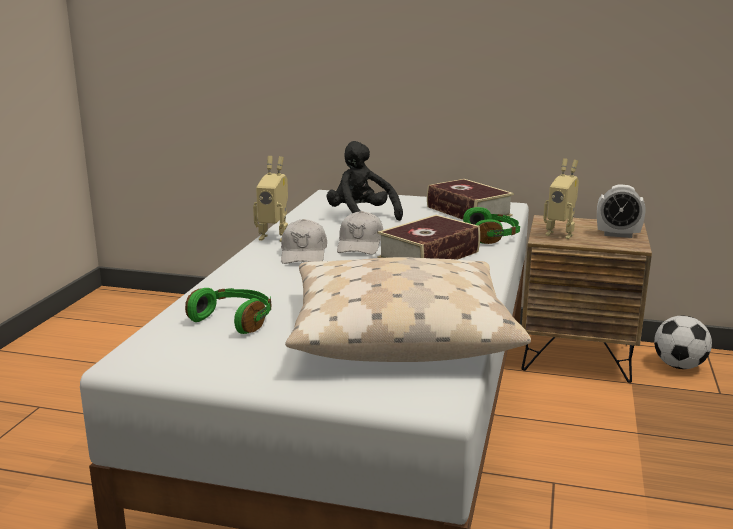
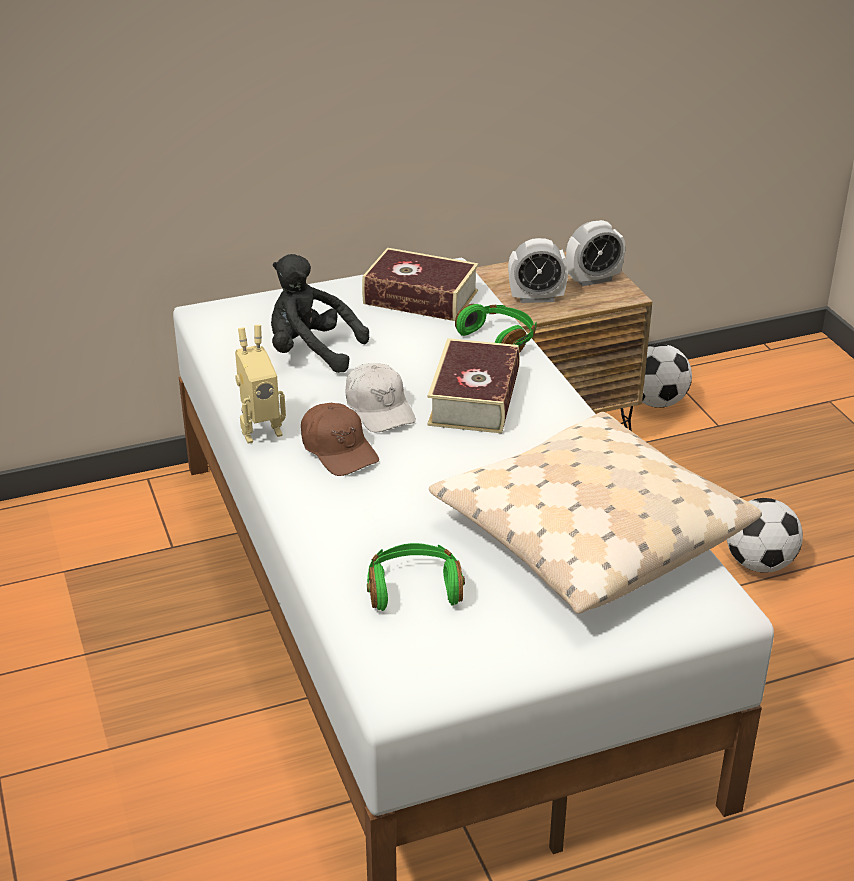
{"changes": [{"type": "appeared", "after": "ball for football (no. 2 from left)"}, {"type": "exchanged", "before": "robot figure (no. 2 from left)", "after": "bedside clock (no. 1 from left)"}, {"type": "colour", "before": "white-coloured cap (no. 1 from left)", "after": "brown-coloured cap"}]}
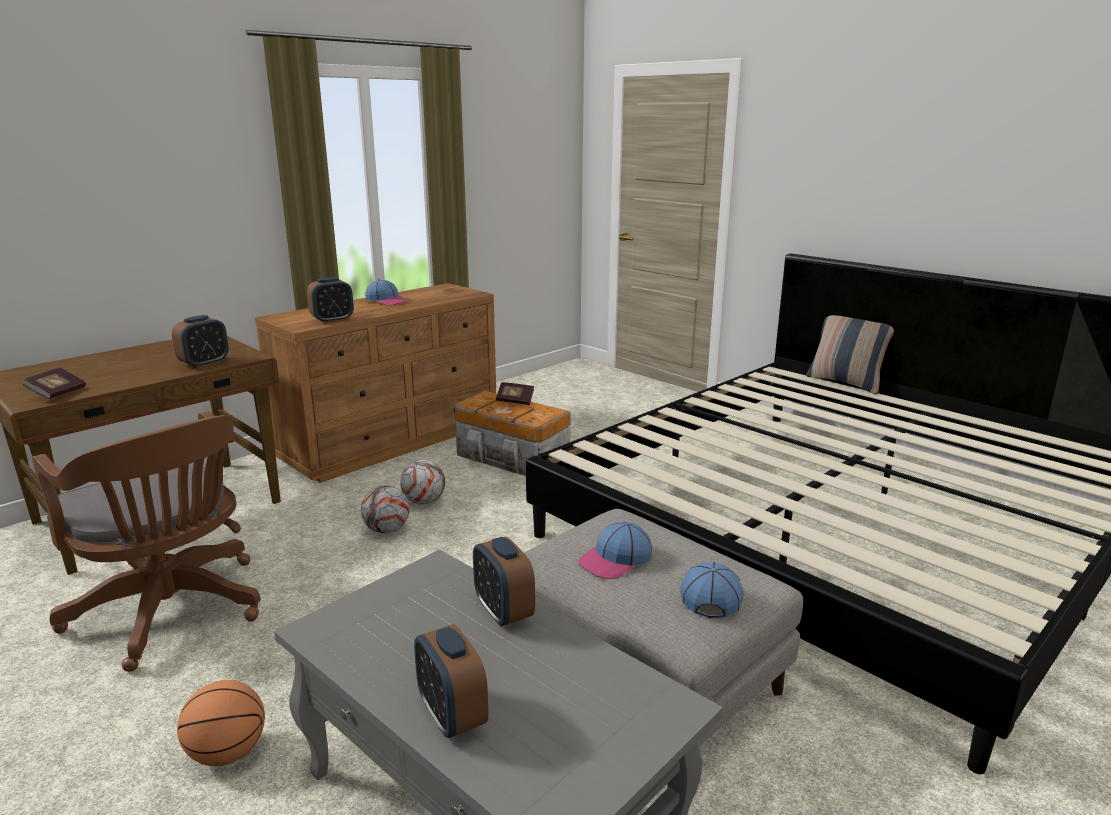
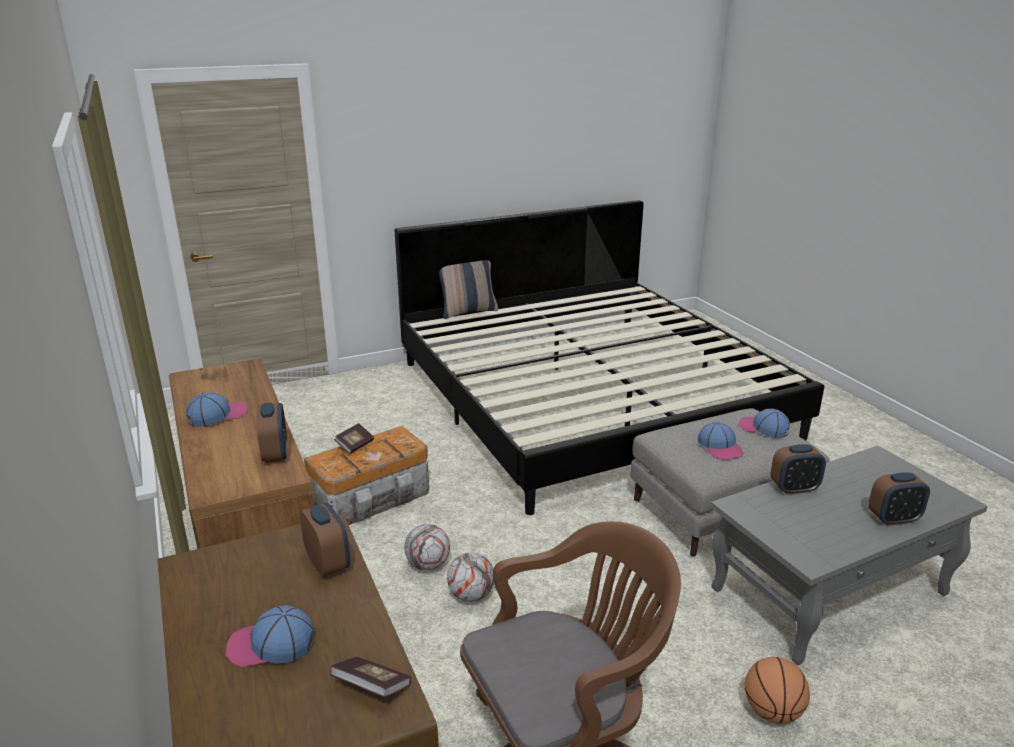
{"changes": [{"type": "appeared", "after": "cap (no. 2 from left)"}]}
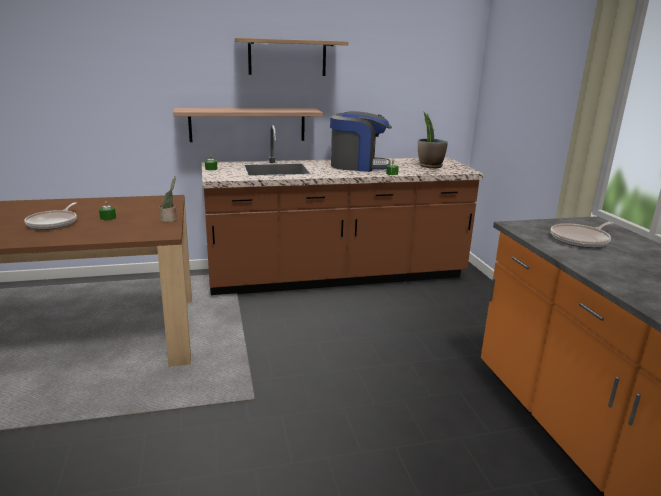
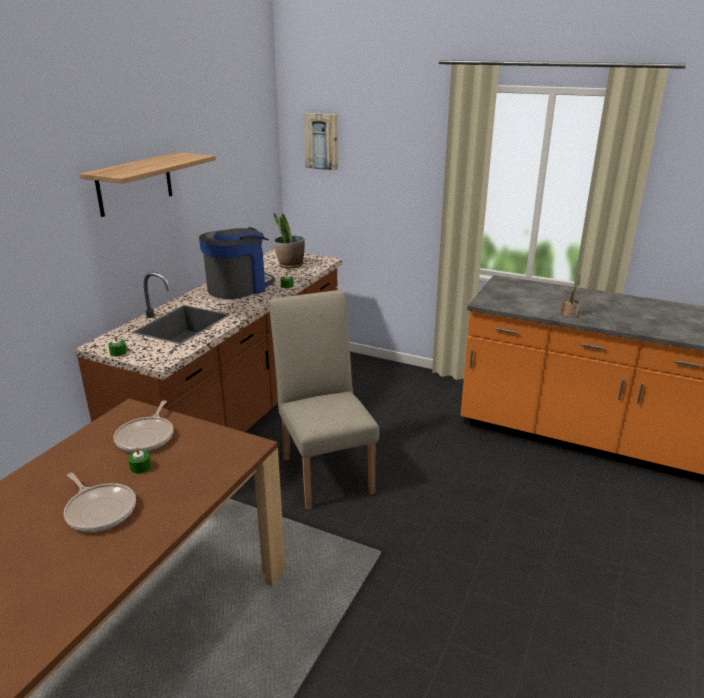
{"changes": [{"type": "missing", "before": "bracket shelf (no. 1 from left)"}, {"type": "appeared", "after": "sand-coloured upright chair"}, {"type": "appeared", "after": "wall art"}, {"type": "relocated", "before": "houseplant (no. 1 from left in the first image)", "after": "houseplant (no. 2 from left)"}, {"type": "relocated", "before": "frying pan (no. 2 from left)"}]}
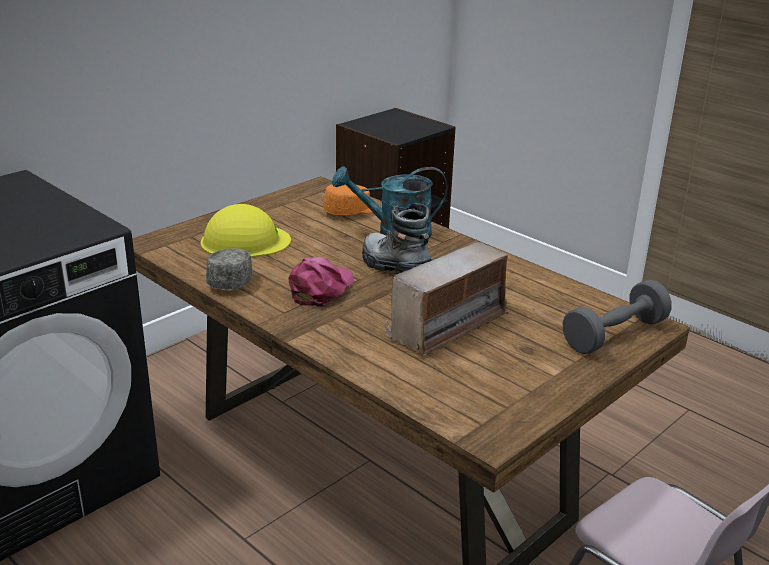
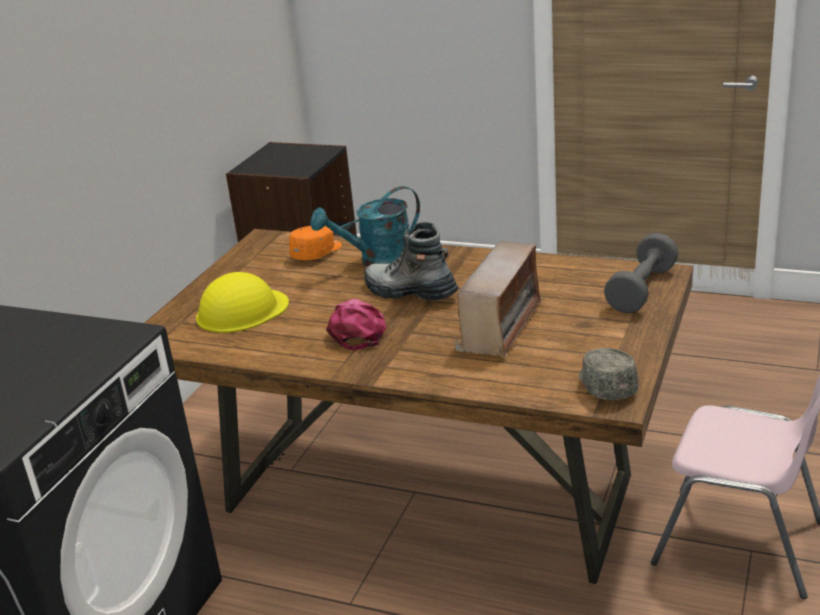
{"changes": [{"type": "relocated", "before": "grey cap"}]}
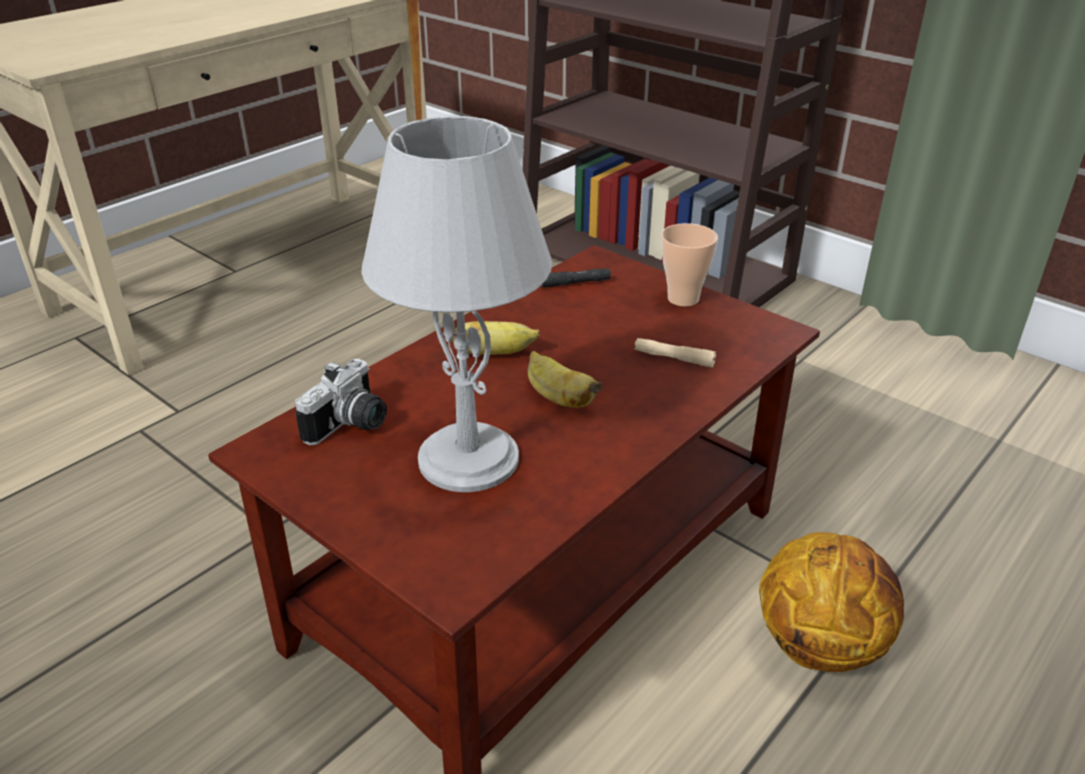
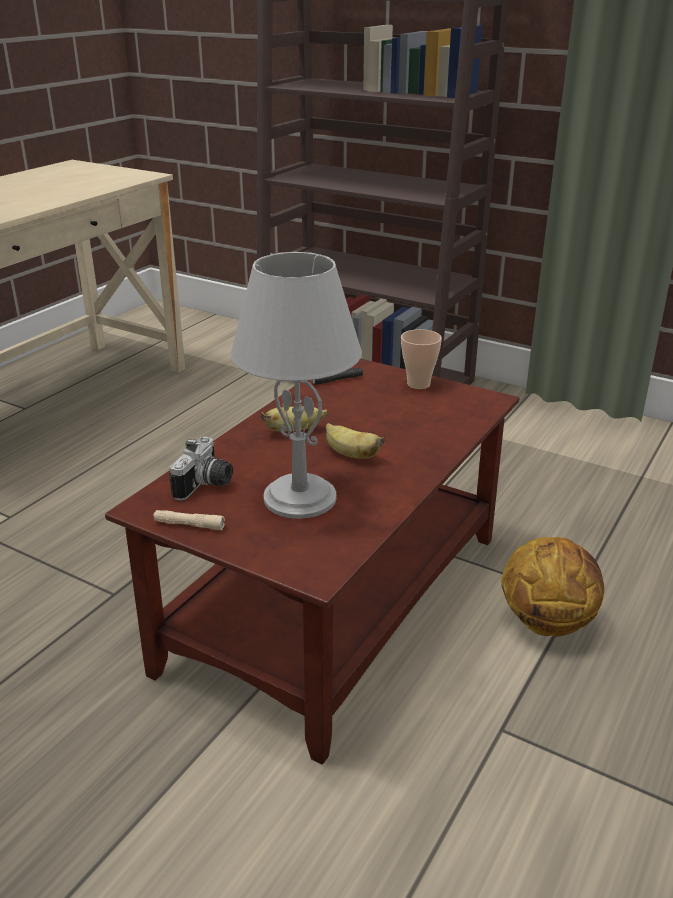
{"changes": [{"type": "relocated", "before": "sand-coloured torch"}]}
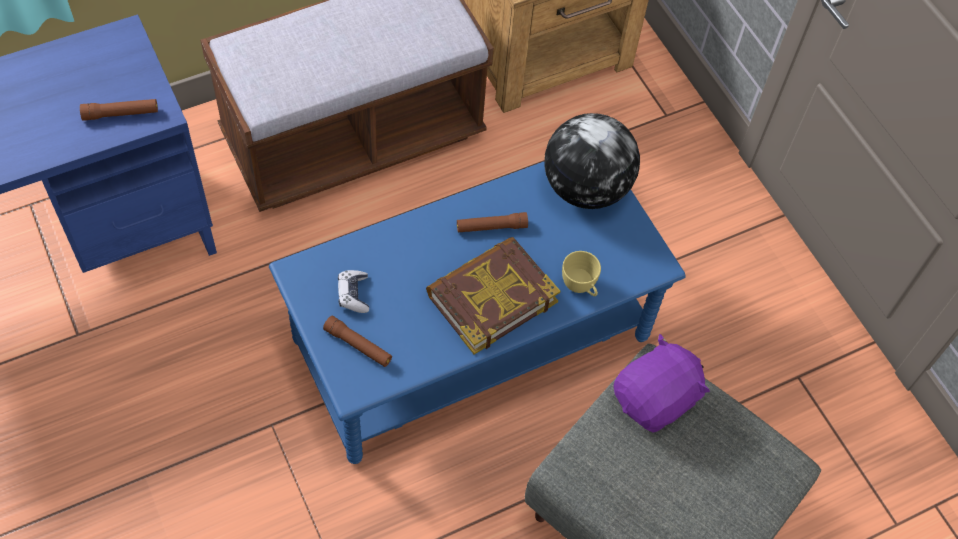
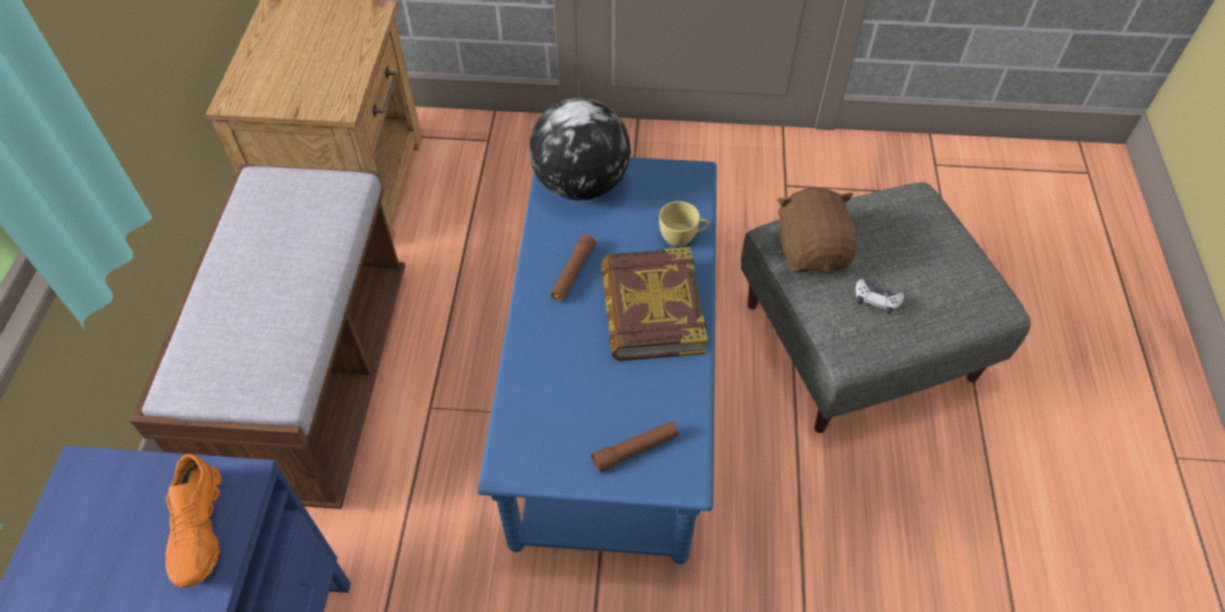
{"changes": [{"type": "relocated", "before": "gamepad"}, {"type": "exchanged", "before": "brown-coloured torch (no. 1 from left)", "after": "orange item of footwear"}, {"type": "colour", "before": "purple-coloured cuddly toy", "after": "brown-coloured cuddly toy"}]}
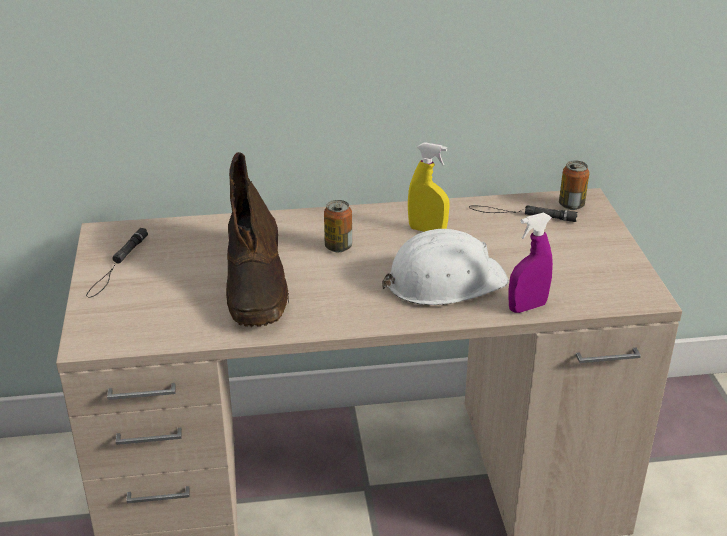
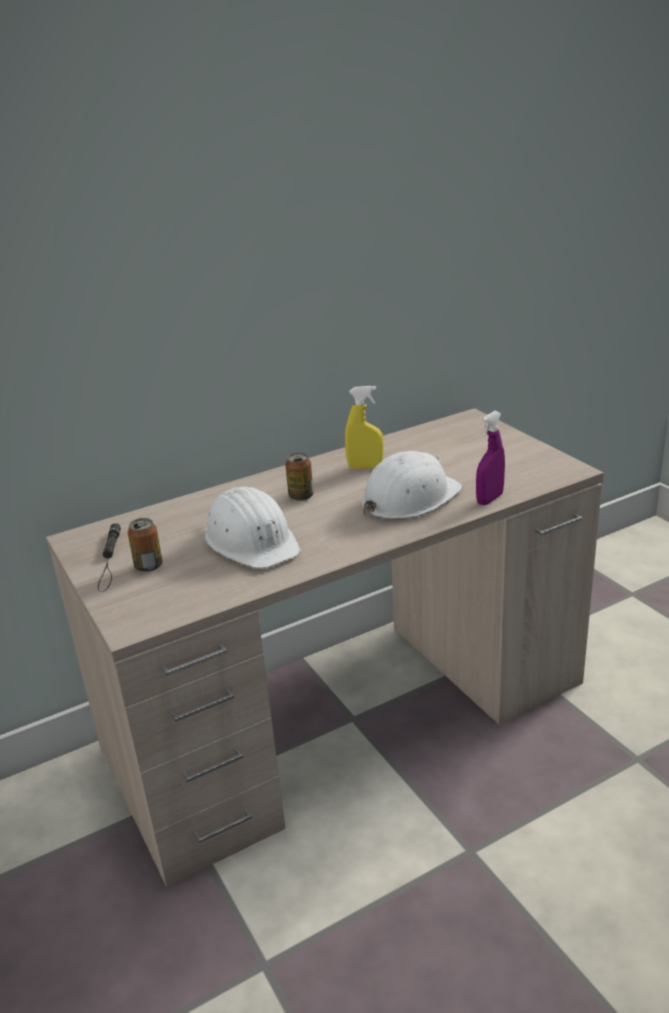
{"changes": [{"type": "missing", "before": "black-coloured torch (no. 2 from left)"}, {"type": "relocated", "before": "sealed can (no. 2 from left in the first image)", "after": "sealed can (no. 1 from left)"}, {"type": "exchanged", "before": "brown-coloured tall boot", "after": "white-coloured safety helmet (no. 1 from left)"}]}
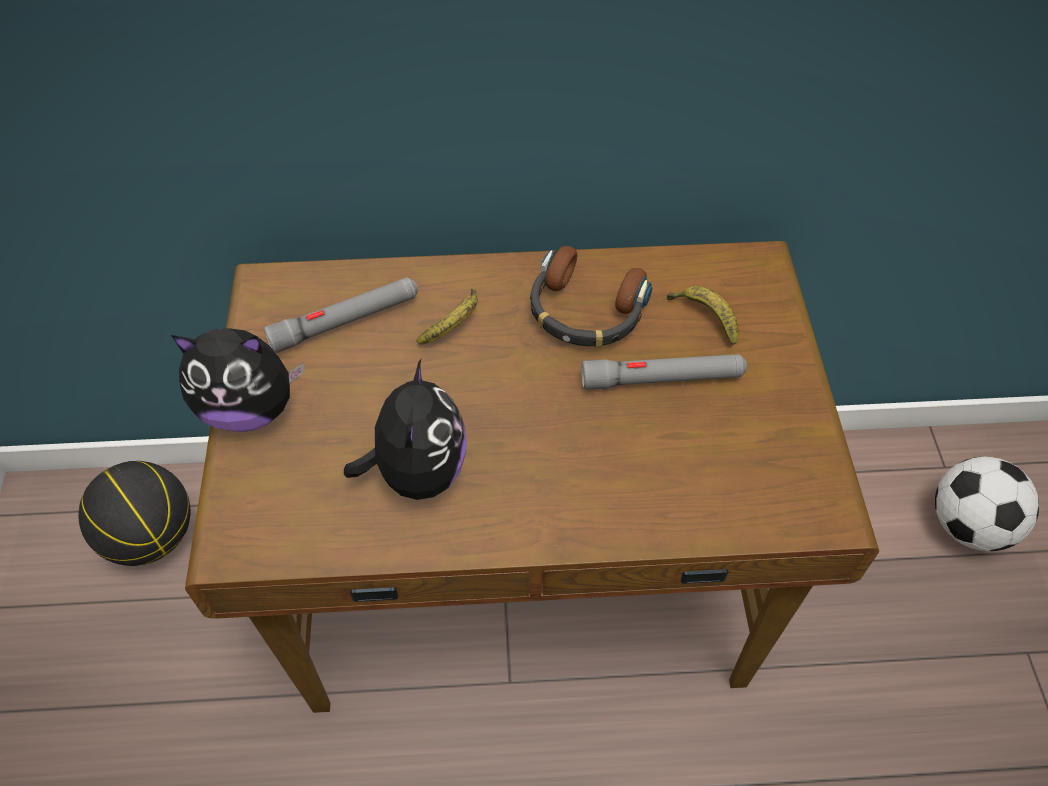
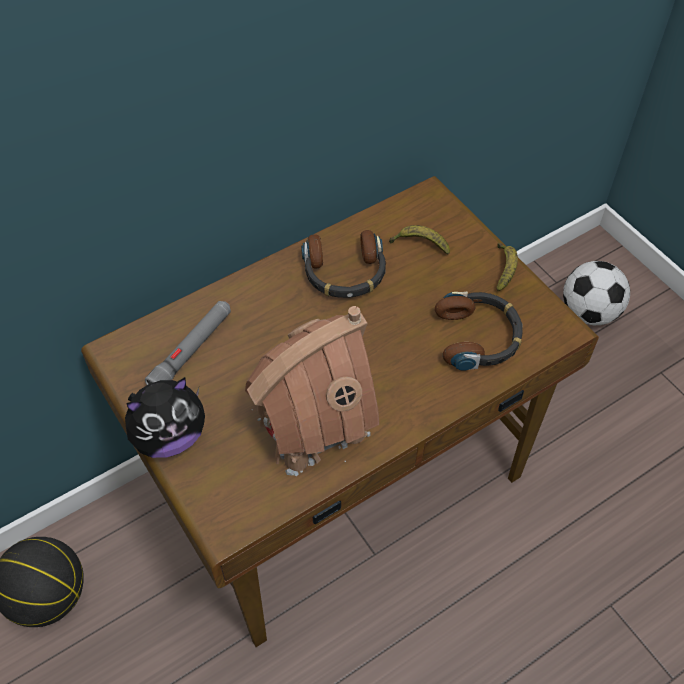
{"changes": [{"type": "missing", "before": "grey torch (no. 2 from left)"}, {"type": "appeared", "after": "pair of headphones (no. 2 from left)"}, {"type": "relocated", "before": "banana fruit (no. 1 from left in the first image)", "after": "banana fruit (no. 2 from left)"}, {"type": "exchanged", "before": "cuddly toy (no. 2 from left)", "after": "miniature house"}]}
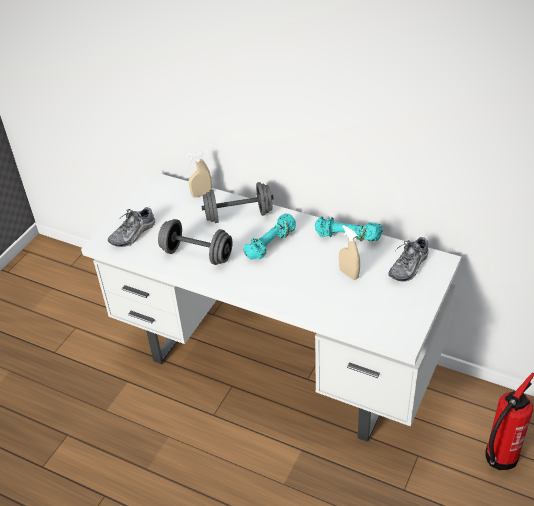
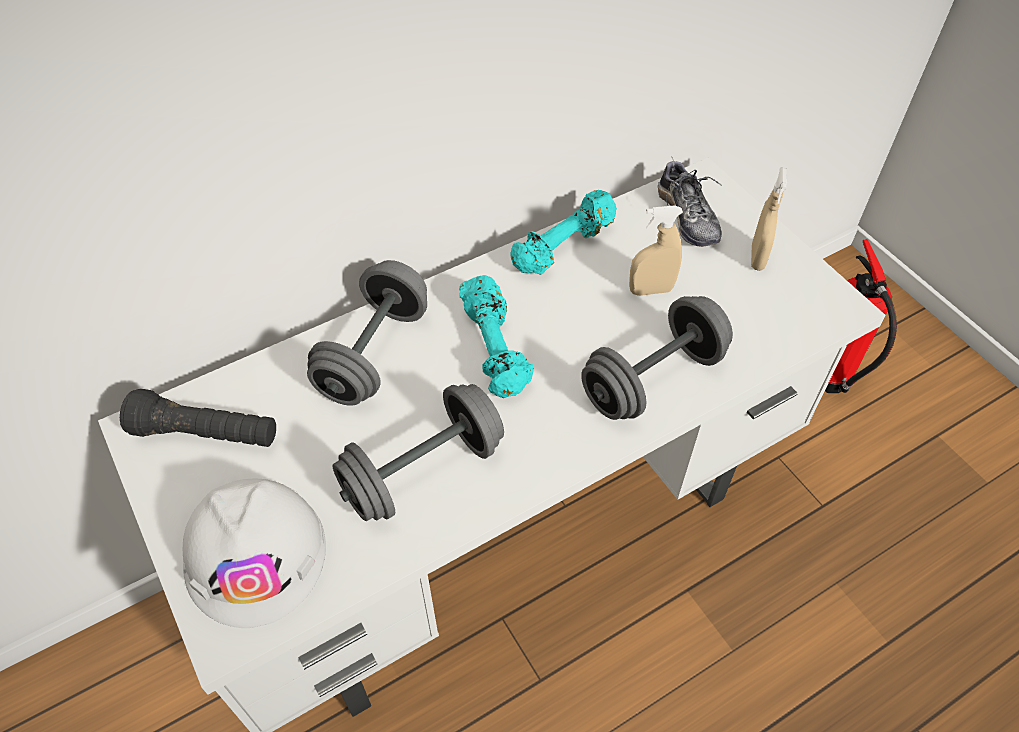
{"changes": [{"type": "appeared", "after": "black-coloured torch"}, {"type": "appeared", "after": "grey hand weight (no. 3 from left)"}, {"type": "relocated", "before": "sand-coloured hand sprayer (no. 1 from left in the first image)", "after": "sand-coloured hand sprayer (no. 2 from left)"}, {"type": "exchanged", "before": "item of footwear (no. 1 from left)", "after": "white-coloured safety helmet"}]}
